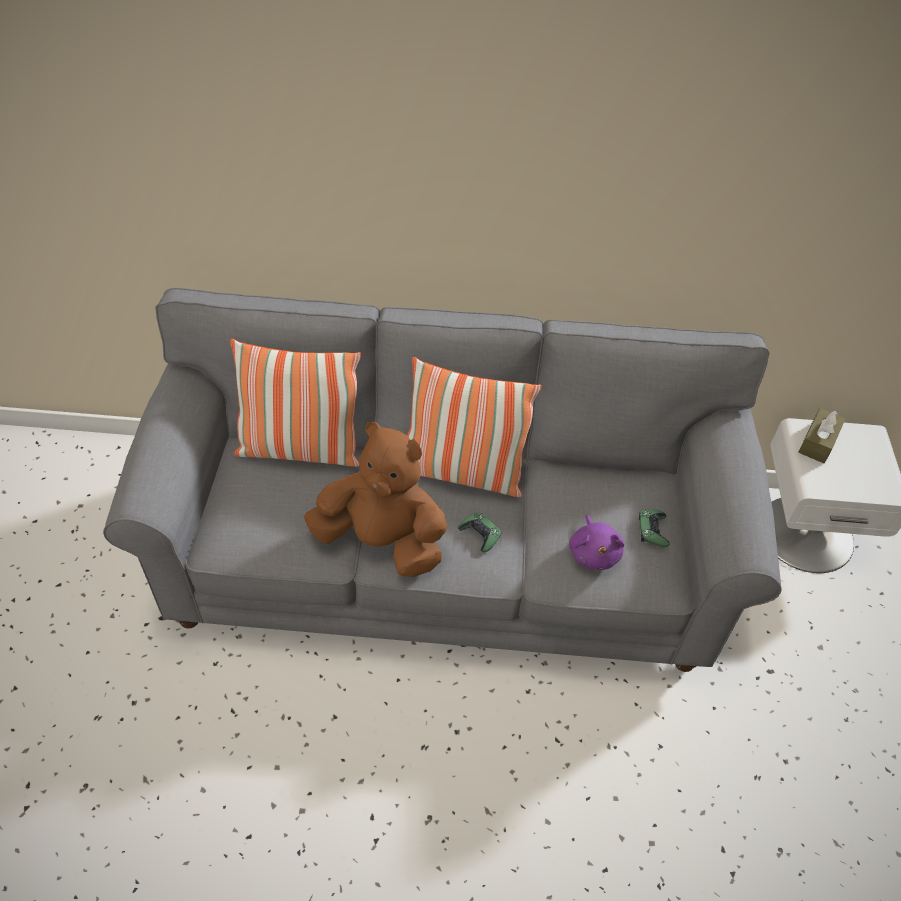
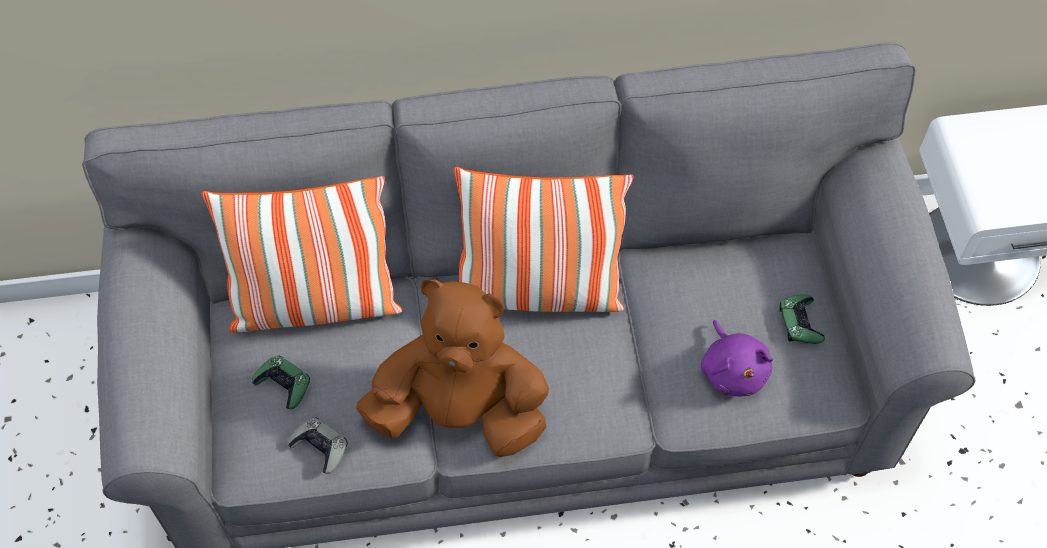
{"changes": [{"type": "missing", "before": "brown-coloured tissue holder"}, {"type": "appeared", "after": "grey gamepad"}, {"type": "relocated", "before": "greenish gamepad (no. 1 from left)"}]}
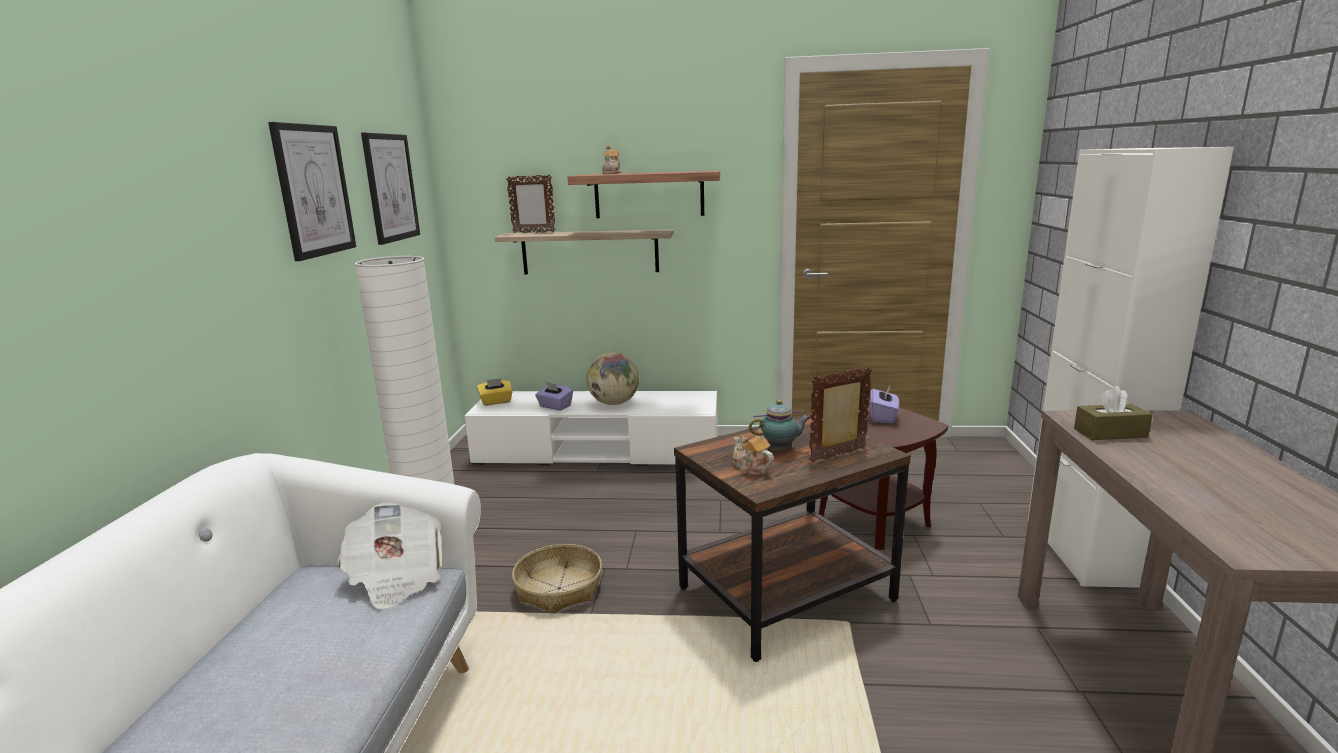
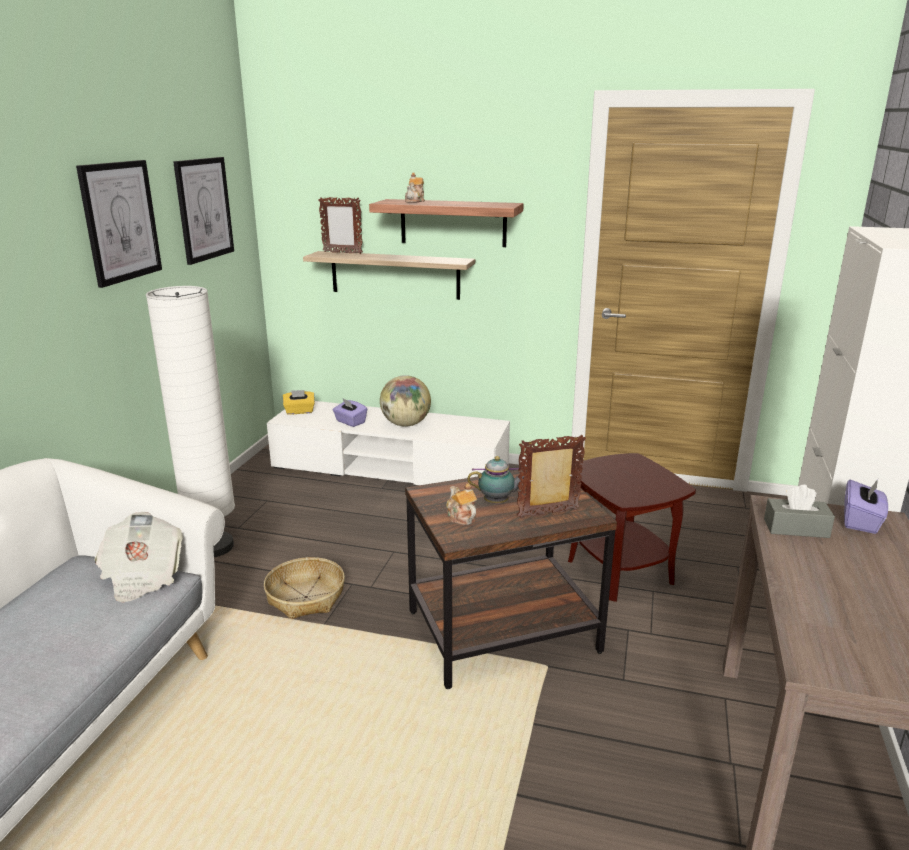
{"changes": [{"type": "relocated", "before": "purple-coloured tissue holder (no. 2 from left)"}, {"type": "colour", "before": "brown-coloured tissue holder", "after": "grey tissue holder"}]}
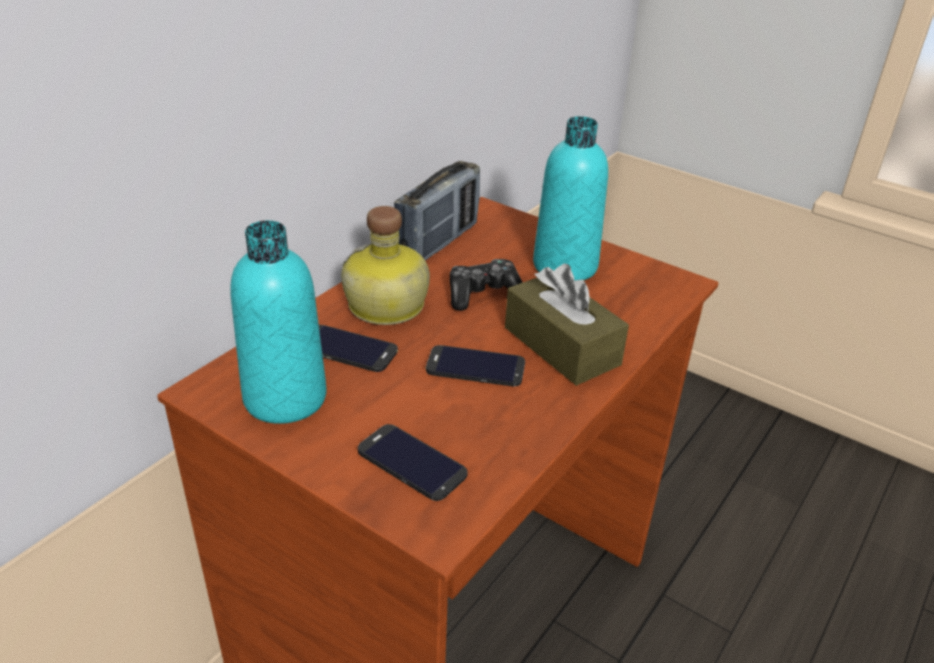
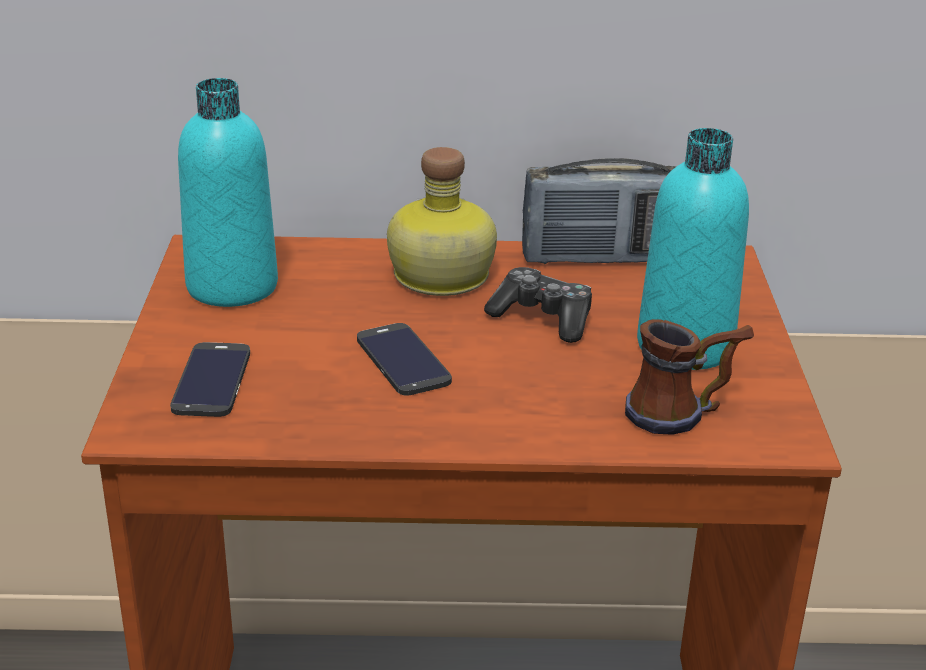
{"changes": [{"type": "missing", "before": "telephone (no. 1 from left)"}, {"type": "missing", "before": "brown-coloured tissue holder"}, {"type": "appeared", "after": "coffee mug"}]}
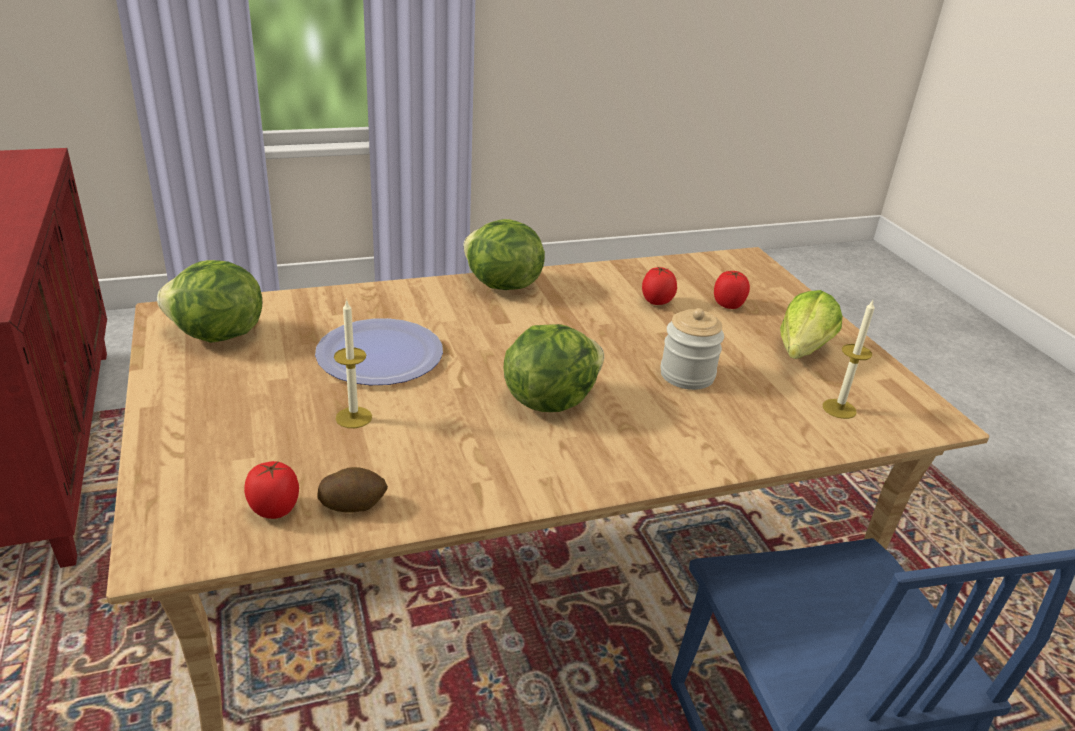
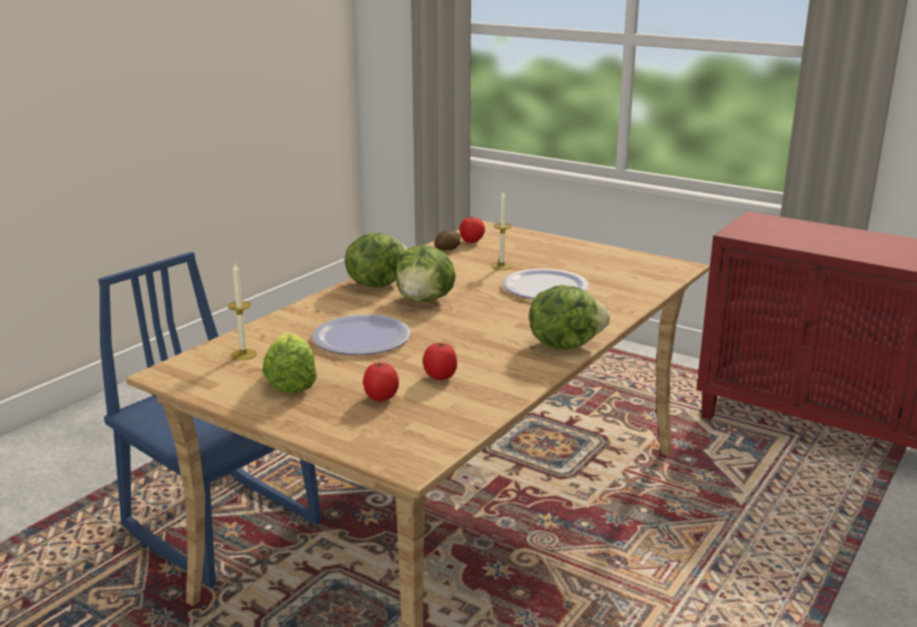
{"changes": [{"type": "relocated", "before": "head of lettuce (no. 1 from left in the first image)", "after": "head of lettuce (no. 2 from left)"}, {"type": "exchanged", "before": "storage jar", "after": "dinner plate (no. 1 from left)"}]}
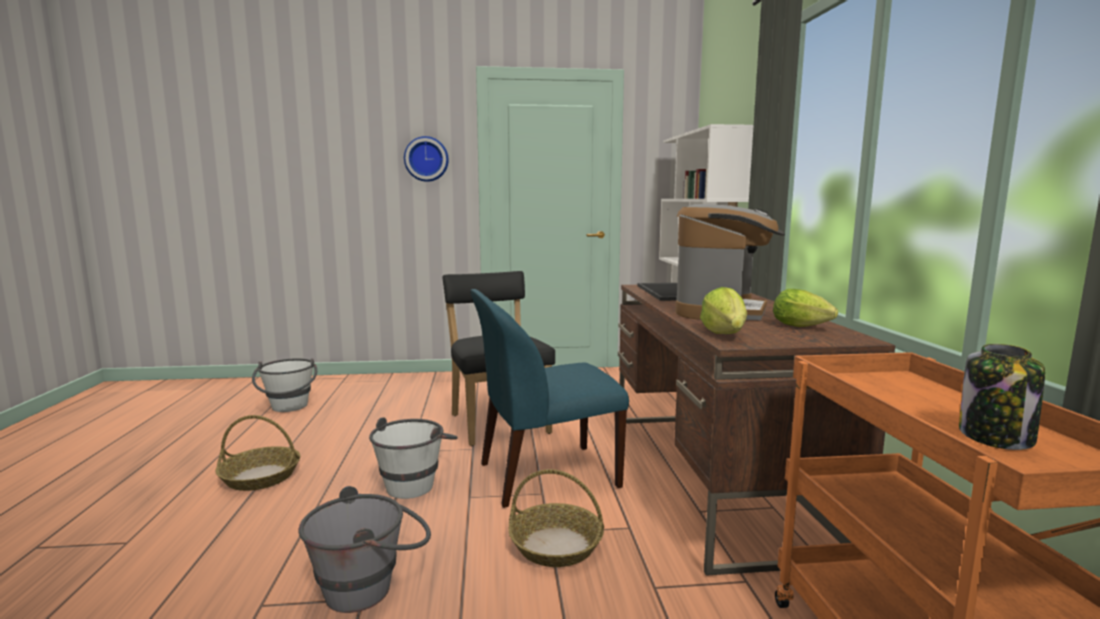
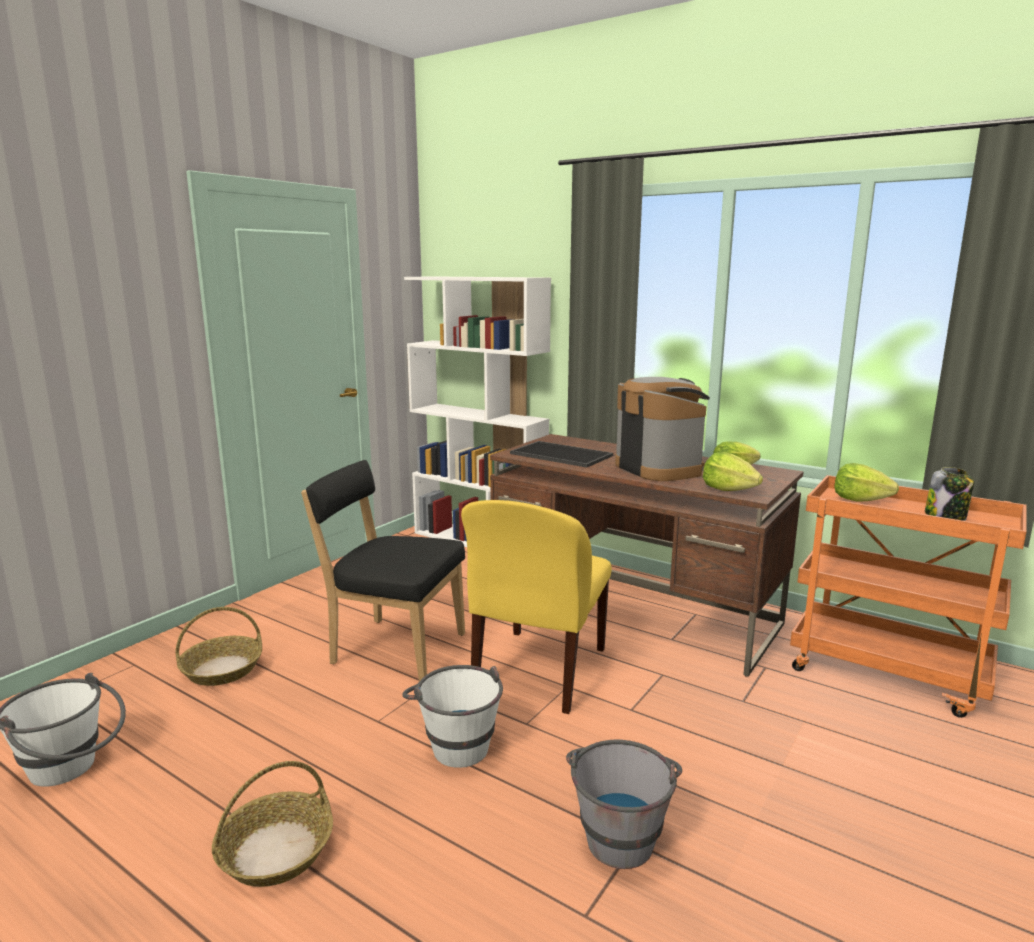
{"changes": [{"type": "missing", "before": "wall clock"}, {"type": "appeared", "after": "head of lettuce (no. 3 from left)"}, {"type": "relocated", "before": "storage basket (no. 2 from left in the first image)", "after": "storage basket (no. 1 from left)"}, {"type": "colour", "before": "blue upright chair", "after": "yellow upright chair"}]}
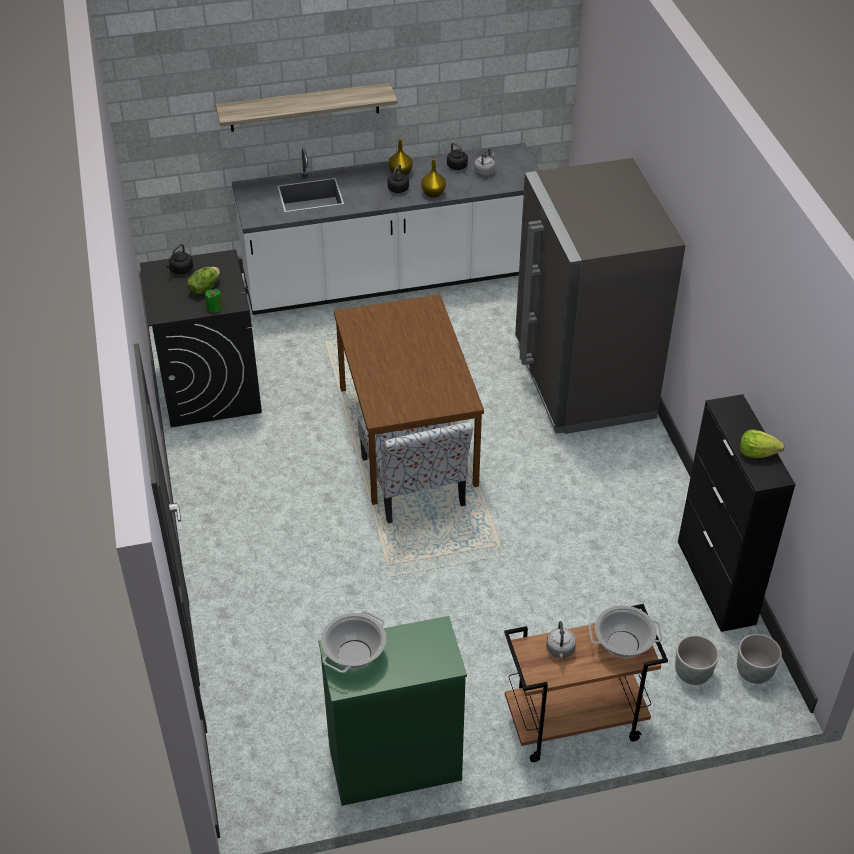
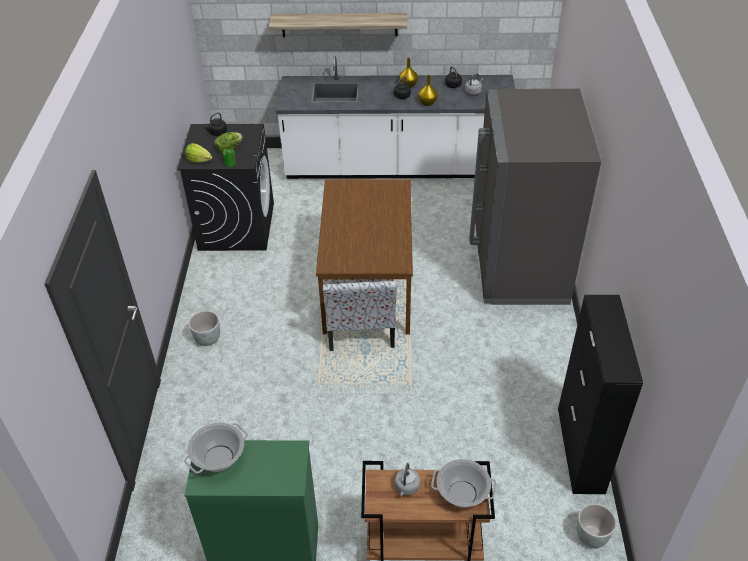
{"changes": [{"type": "relocated", "before": "grey plant pot (no. 1 from left)"}, {"type": "relocated", "before": "head of lettuce (no. 2 from left in the first image)", "after": "head of lettuce (no. 1 from left)"}]}
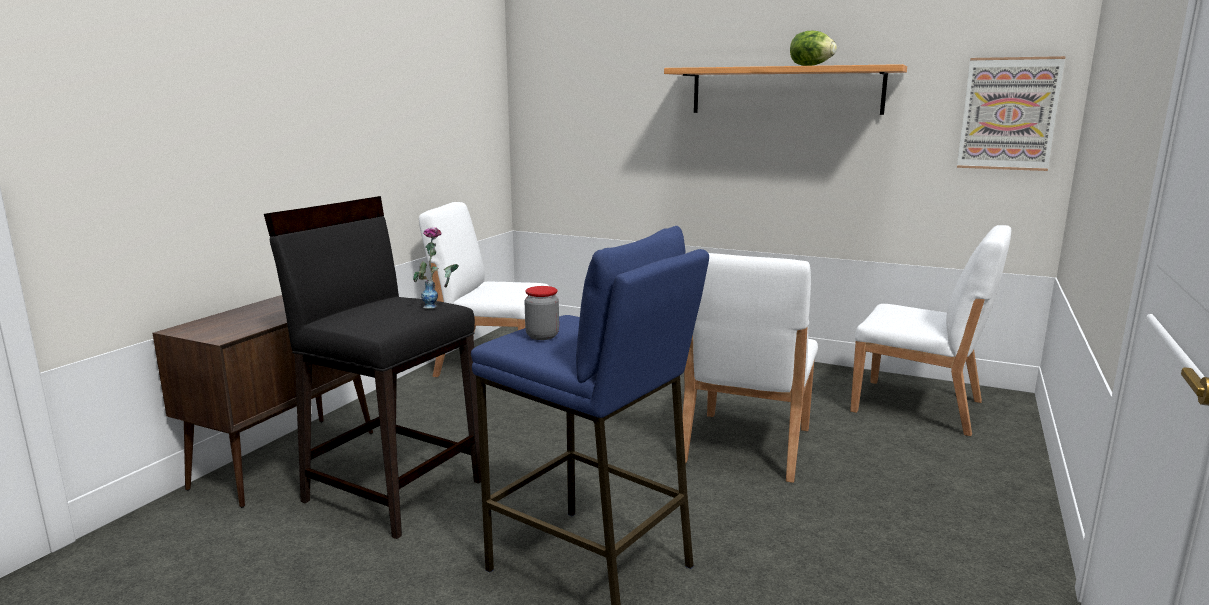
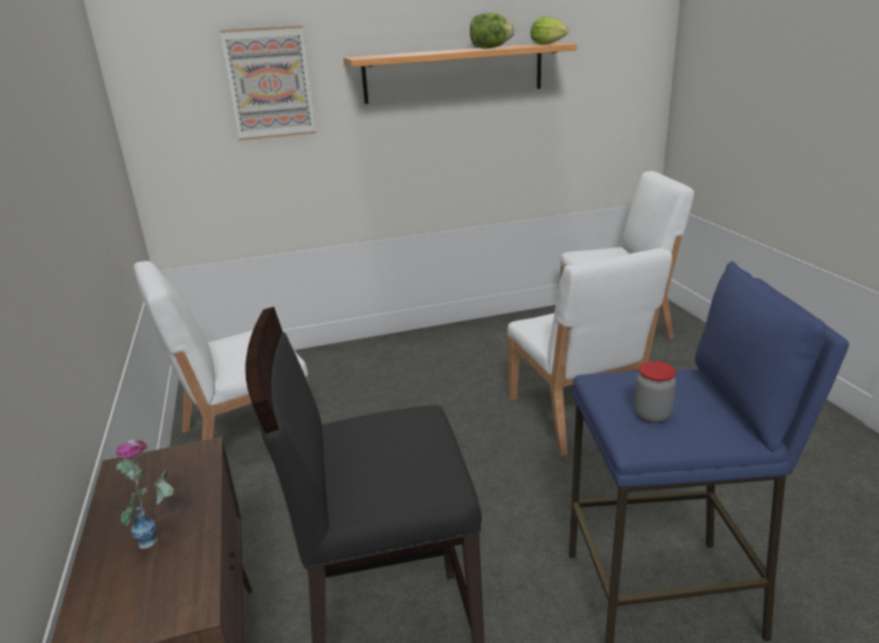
{"changes": [{"type": "appeared", "after": "head of lettuce (no. 2 from left)"}, {"type": "relocated", "before": "flower vase"}, {"type": "relocated", "before": "wall art"}]}
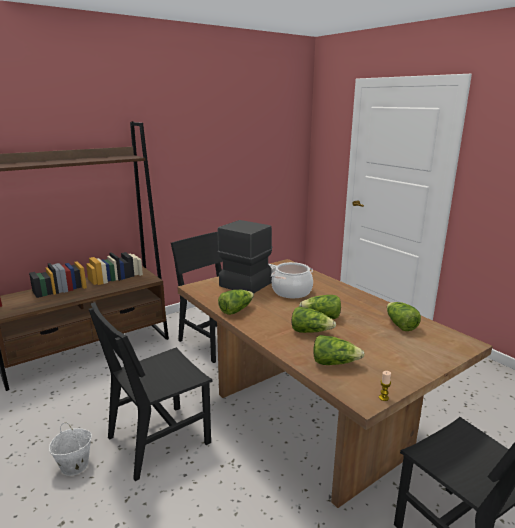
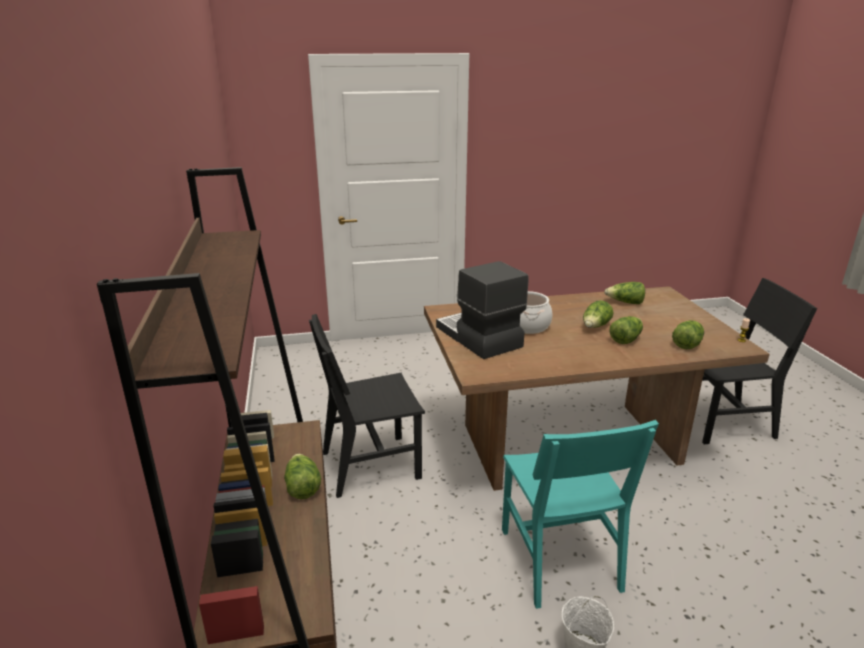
{"changes": [{"type": "relocated", "before": "head of lettuce (no. 1 from left)"}, {"type": "colour", "before": "black-coloured upright chair (no. 1 from left)", "after": "blue-green upright chair"}]}
